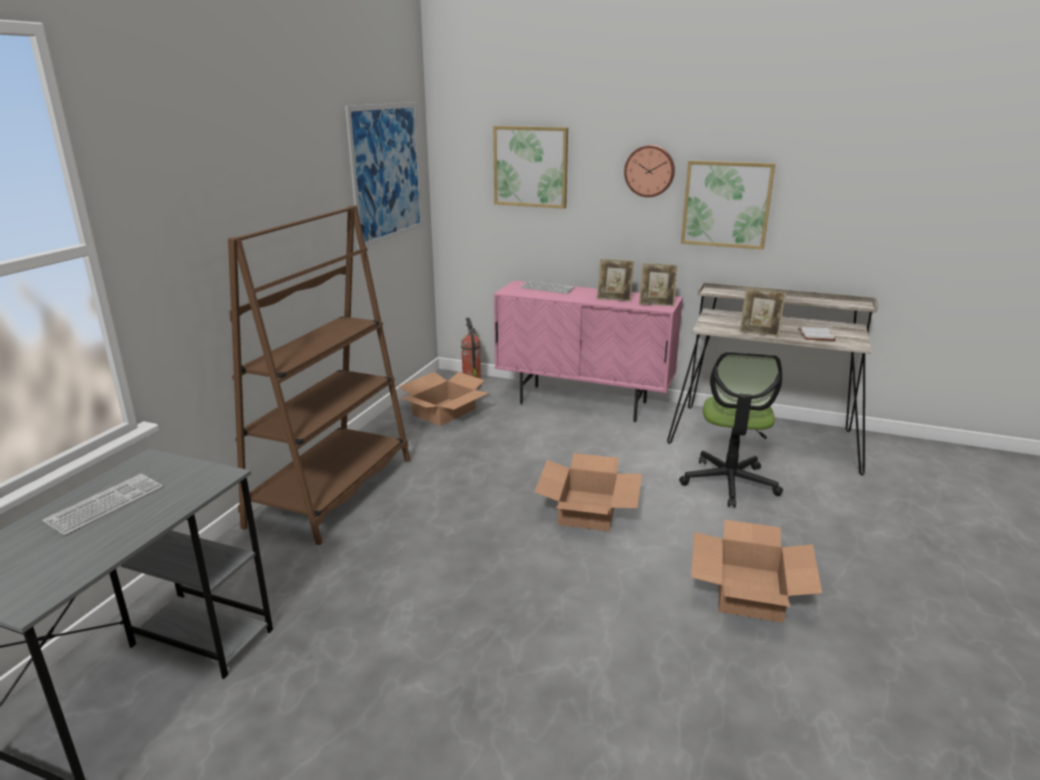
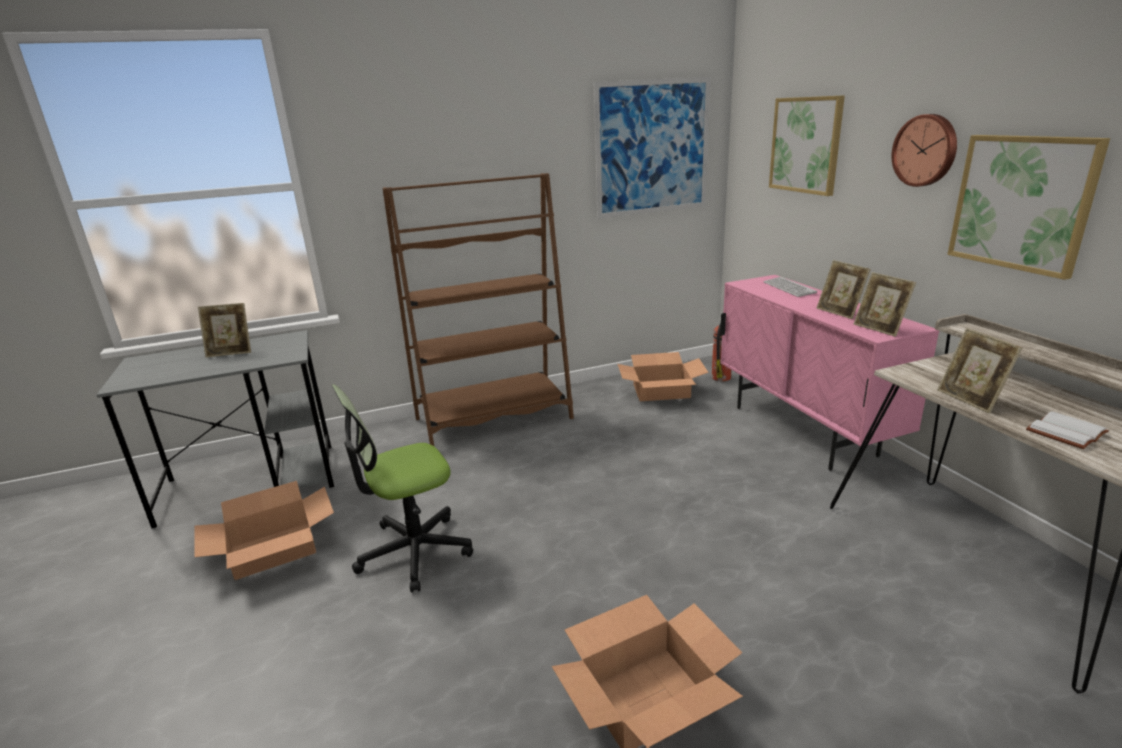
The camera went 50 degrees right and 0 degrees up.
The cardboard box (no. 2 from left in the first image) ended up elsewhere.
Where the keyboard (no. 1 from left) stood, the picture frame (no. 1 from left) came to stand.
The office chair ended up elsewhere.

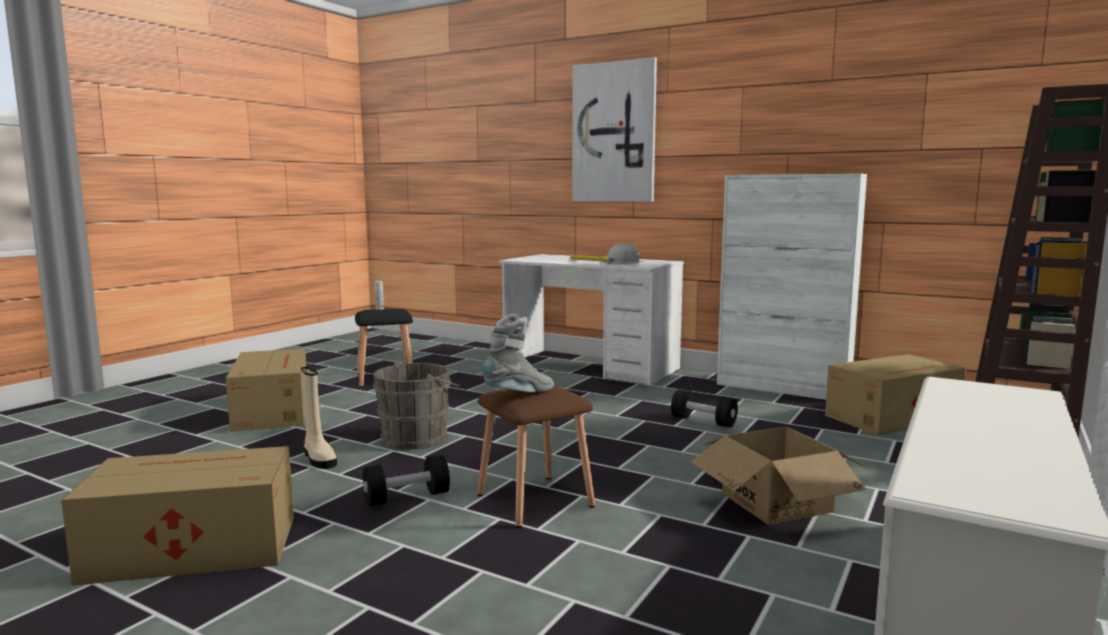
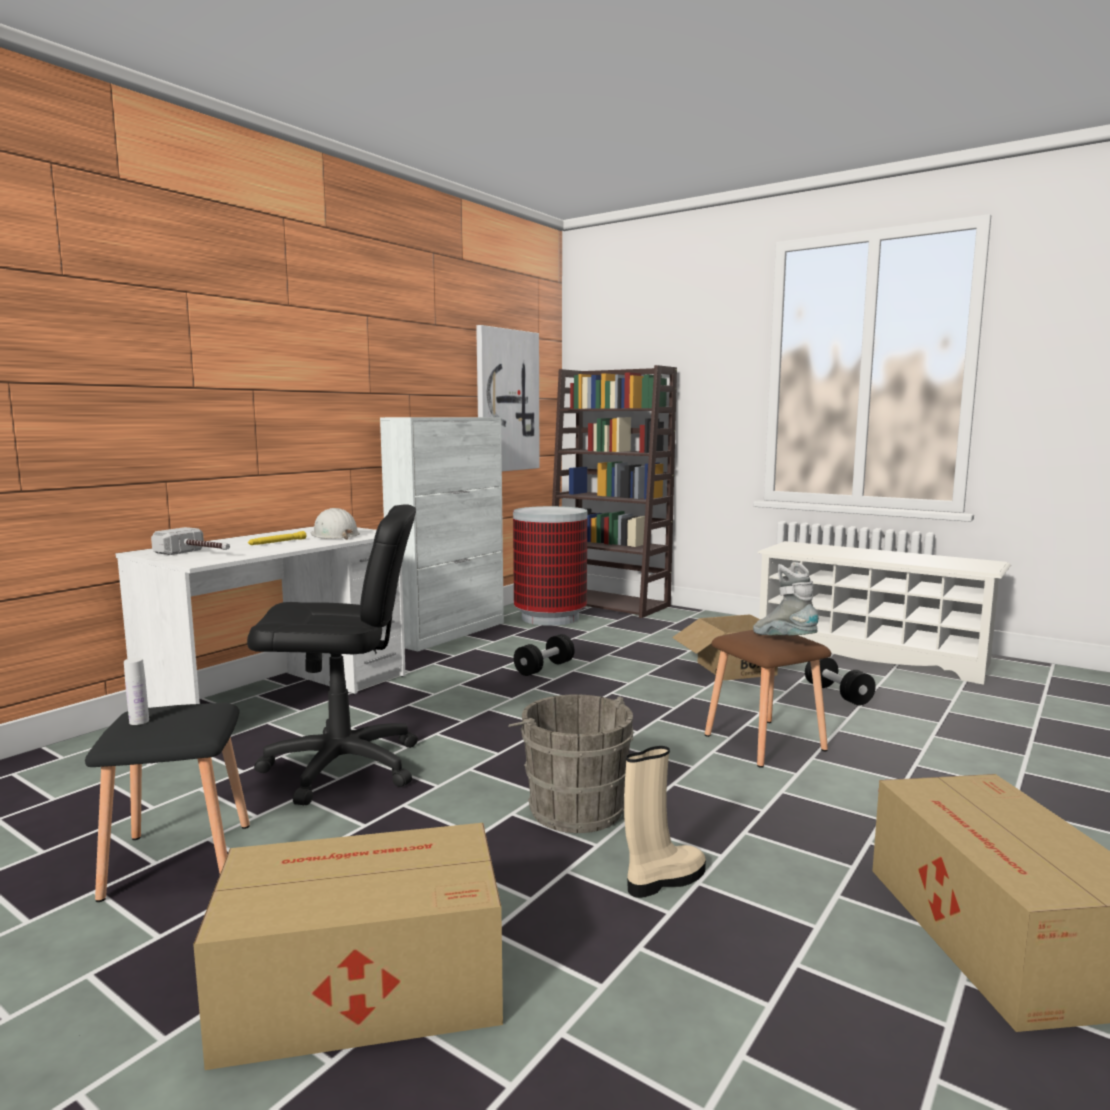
The camera went 85 degrees left and 0 degrees up.
The second view gained the hammer.
The second view gained the black office chair.
The picture ended up elsewhere.
Where the cardboard box (no. 4 from left) stood, the trash can came to stand.
The black dumbbell (no. 1 from left in the first image) ended up elsewhere.

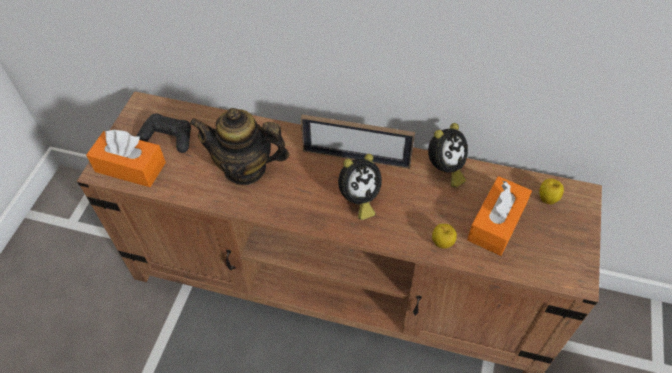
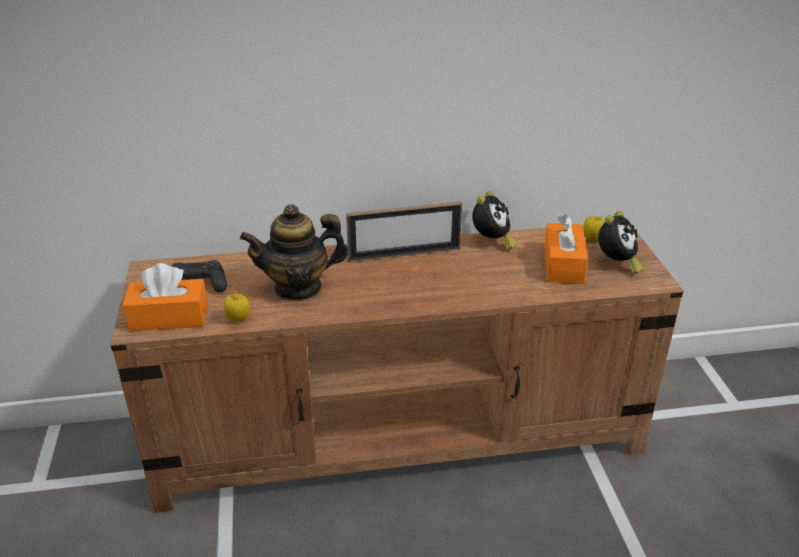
The camera went 25 degrees left and 20 degrees down.
The apple (no. 1 from left) ended up elsewhere.
The alarm clock (no. 1 from left in the first image) ended up elsewhere.

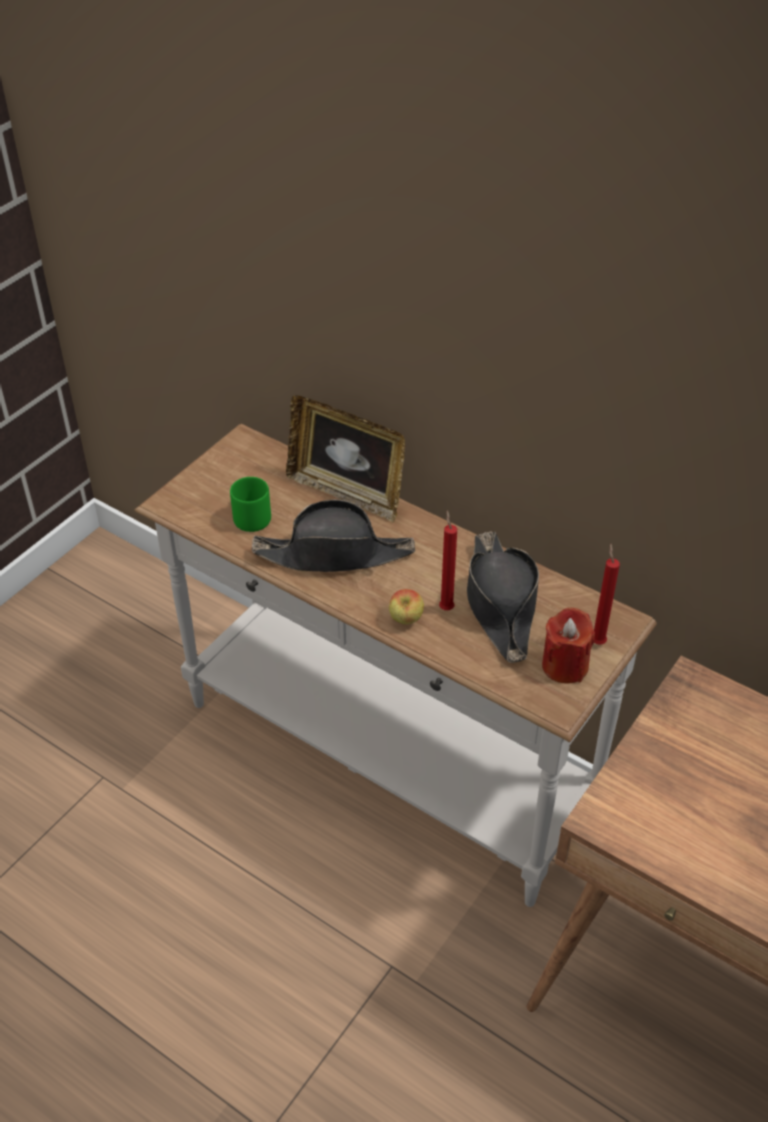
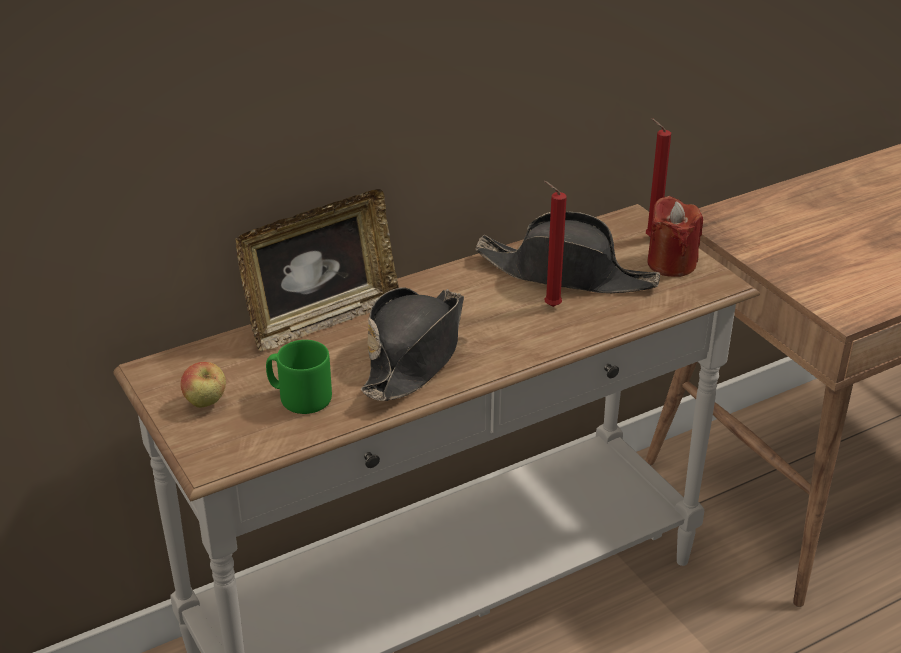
The camera went 65 degrees left and 10 degrees down.
The apple ended up elsewhere.

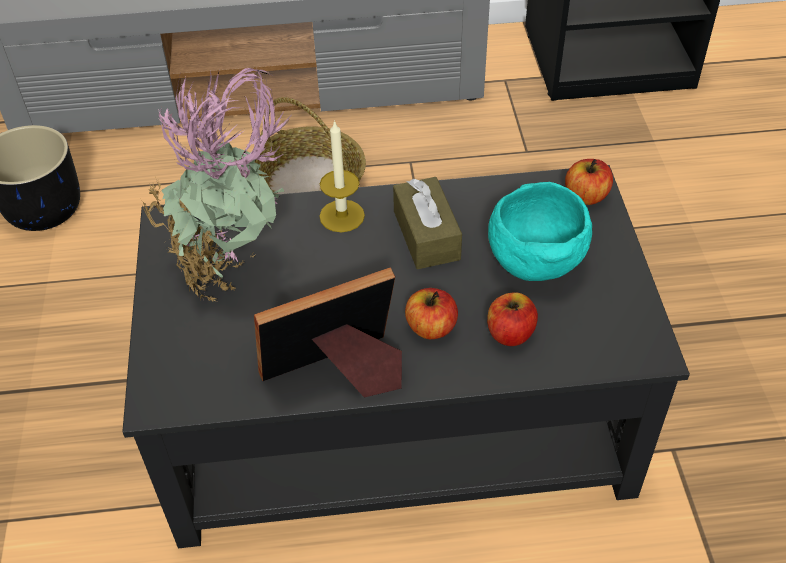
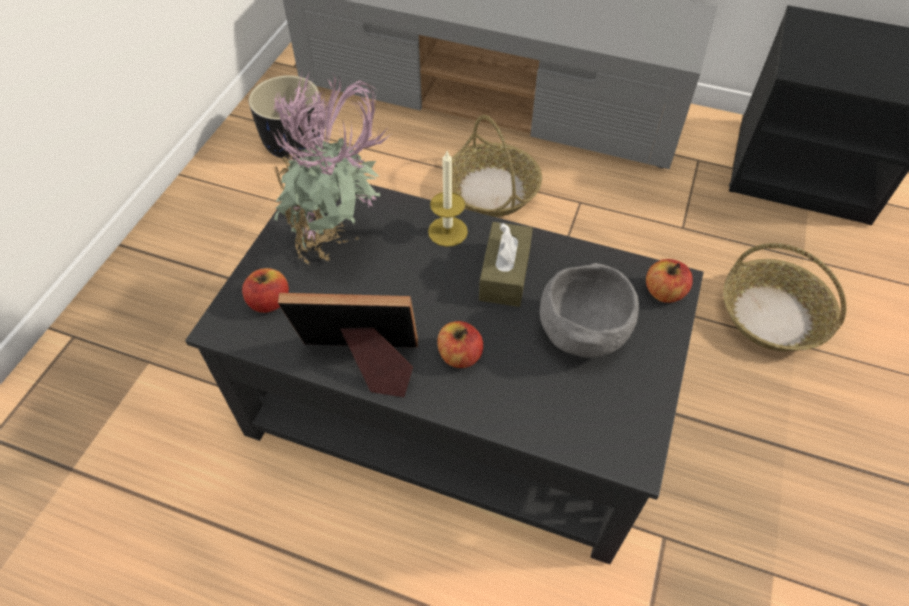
The camera went 25 degrees right and 5 degrees up.
The apple (no. 2 from left in the first image) ended up elsewhere.
What was the turquoise bowl turned into the grey bowl.
The second view gained the basket (no. 2 from left).

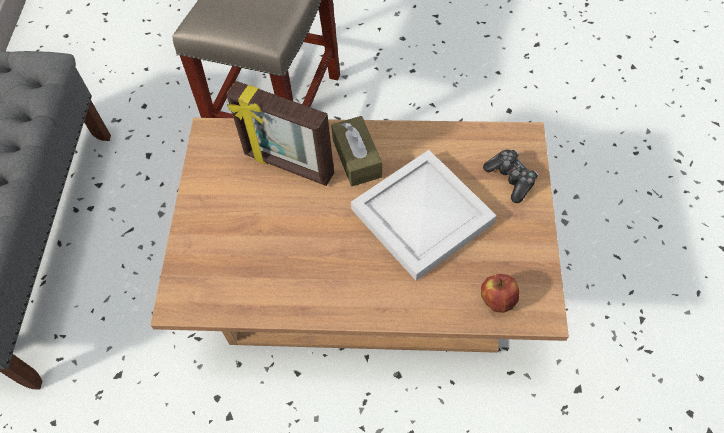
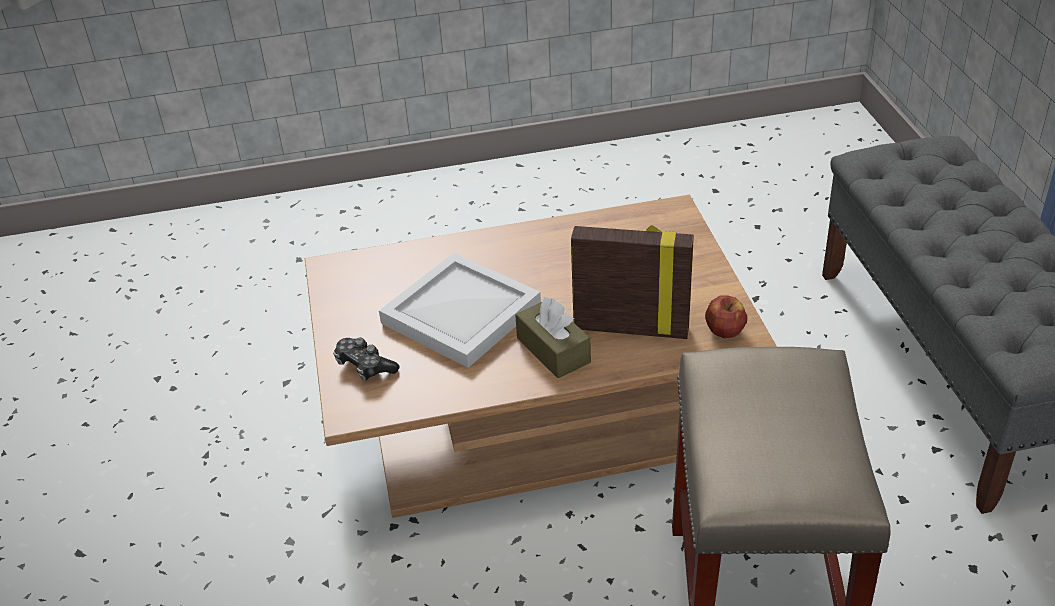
The camera went 165 degrees right and 20 degrees down.
The apple ended up elsewhere.

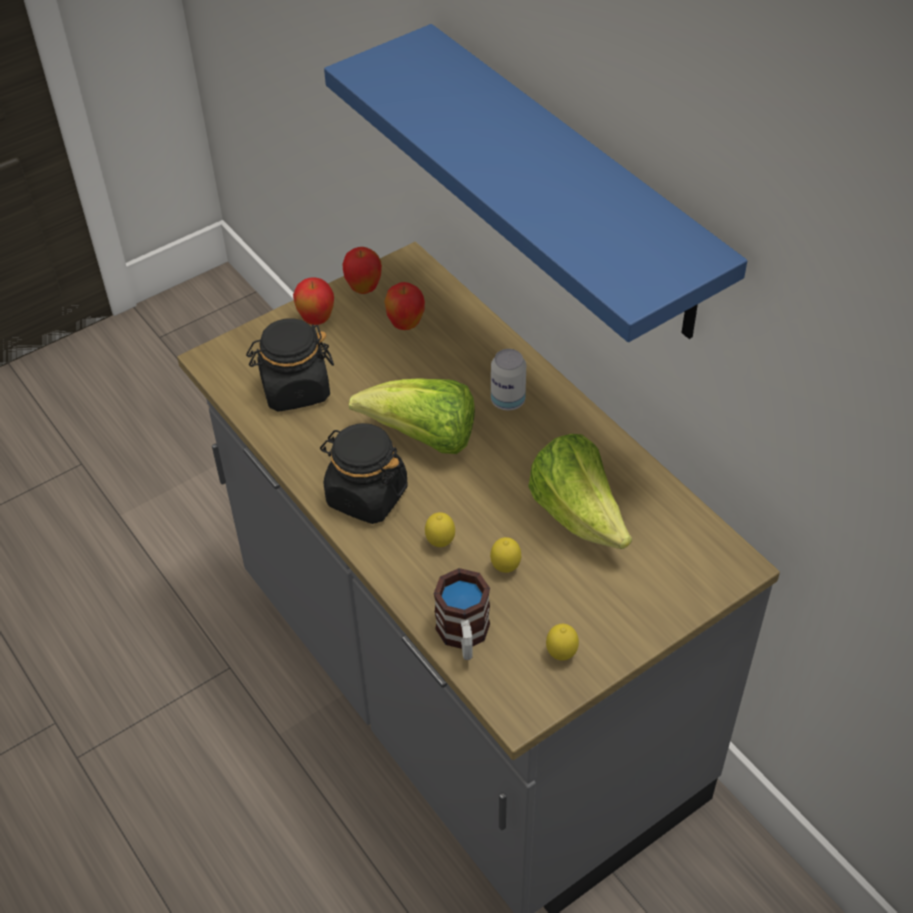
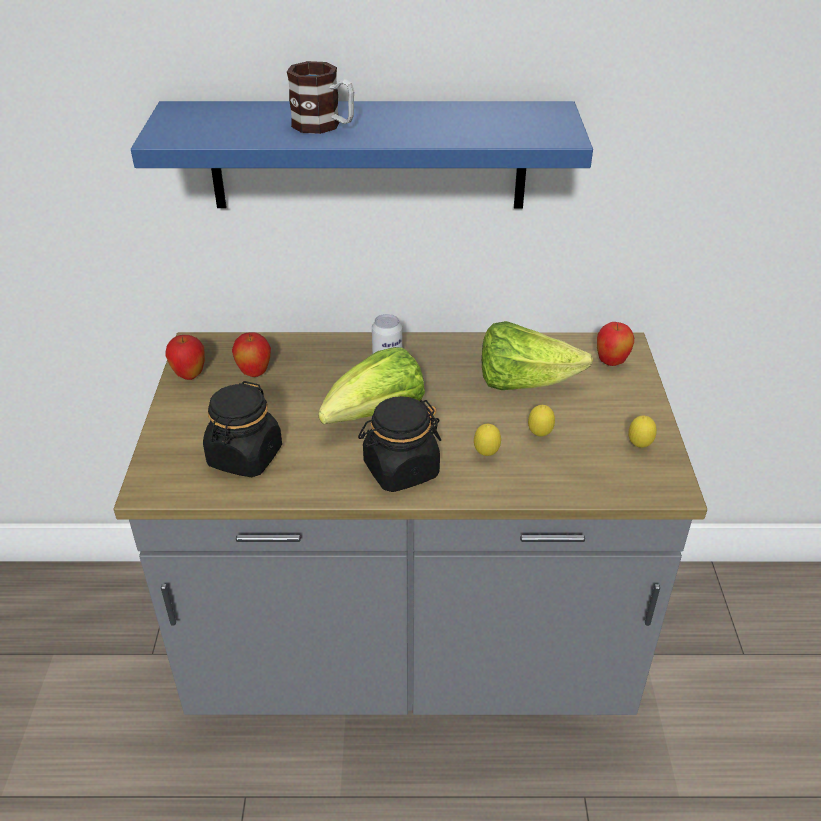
The camera went 55 degrees left and 10 degrees down.
The mug ended up elsewhere.
The apple (no. 1 from left in the first image) ended up elsewhere.

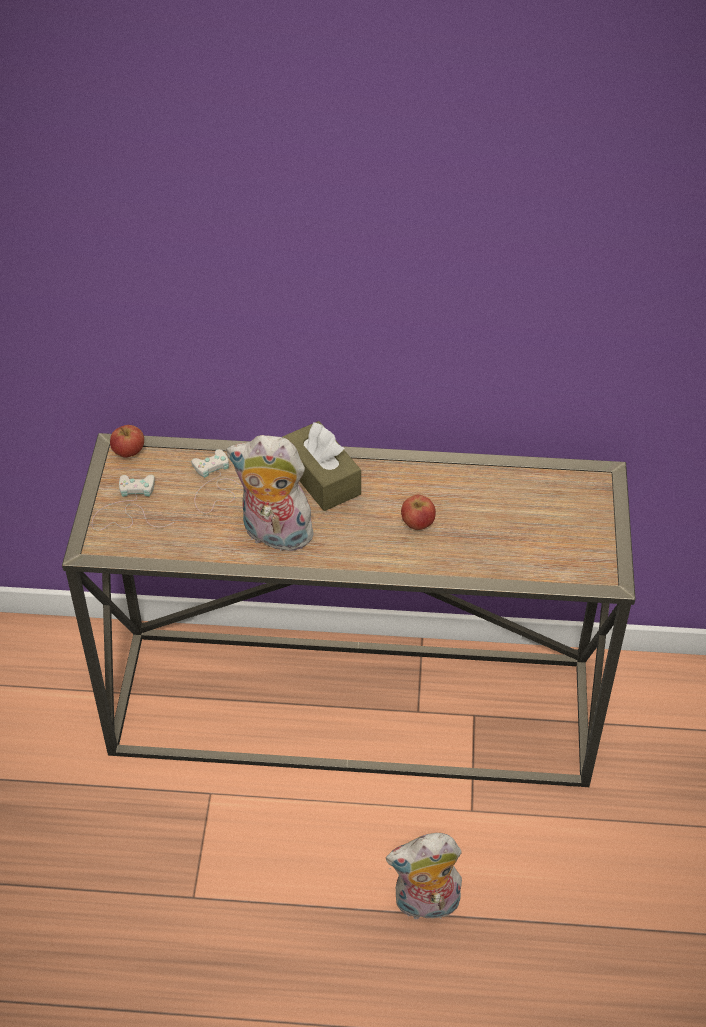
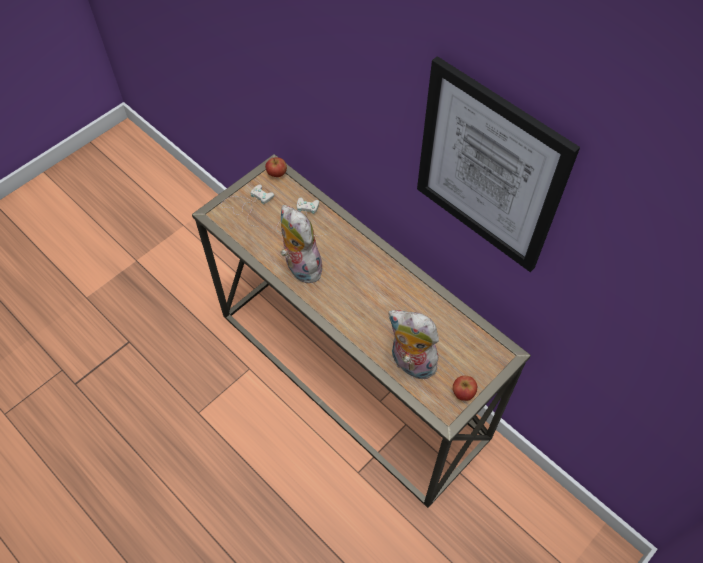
The camera went 40 degrees right and 10 degrees up.
The plush toy (no. 2 from left) ended up elsewhere.
The second view gained the picture.
The apple (no. 2 from left) ended up elsewhere.
The second view lost the brown tissue box.

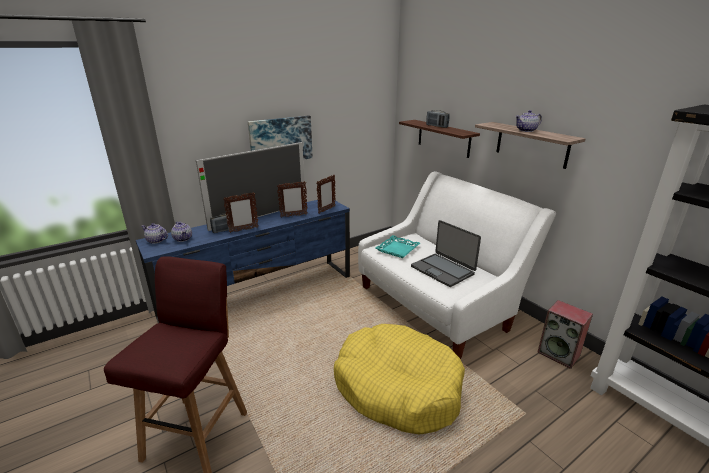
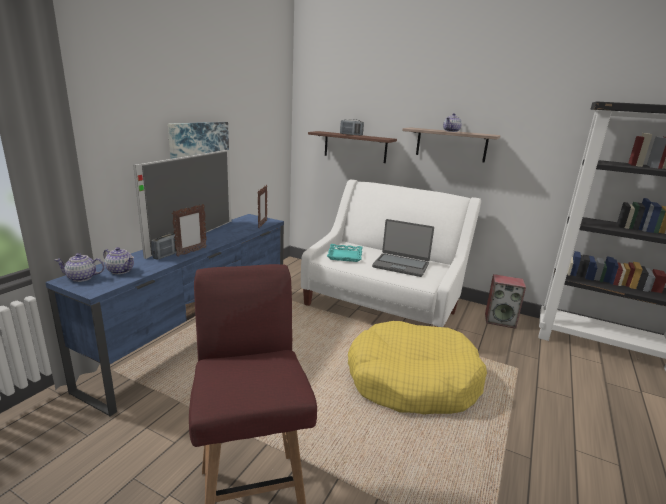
The camera went 30 degrees left and 5 degrees down.
The second view lost the picture frame (no. 2 from left).

